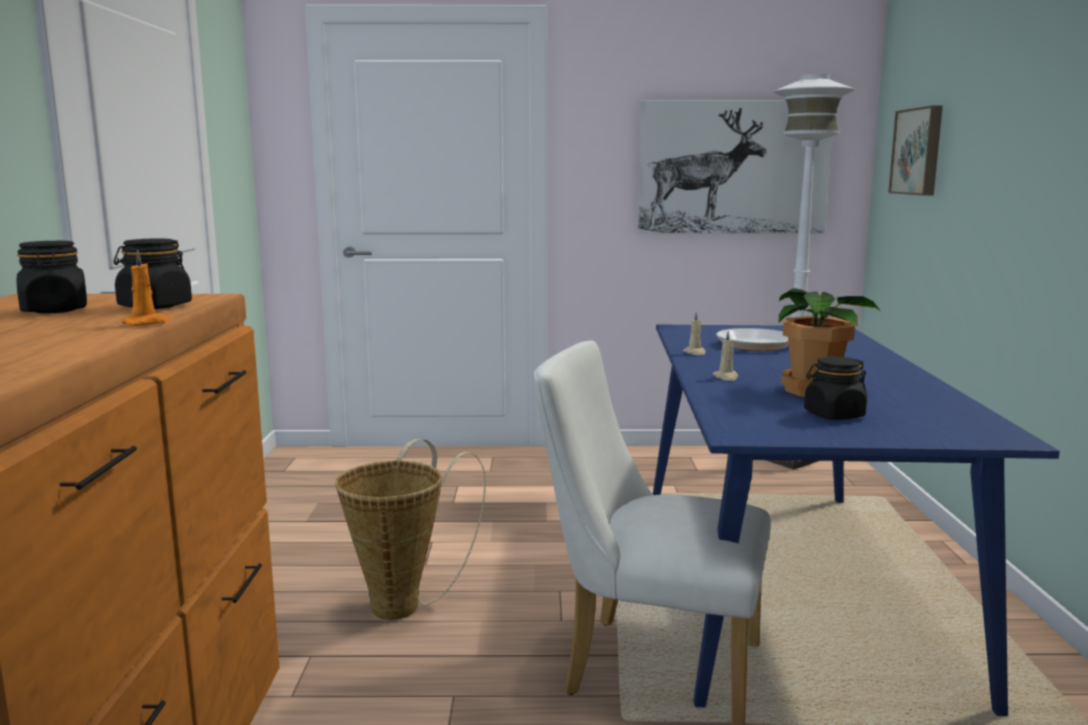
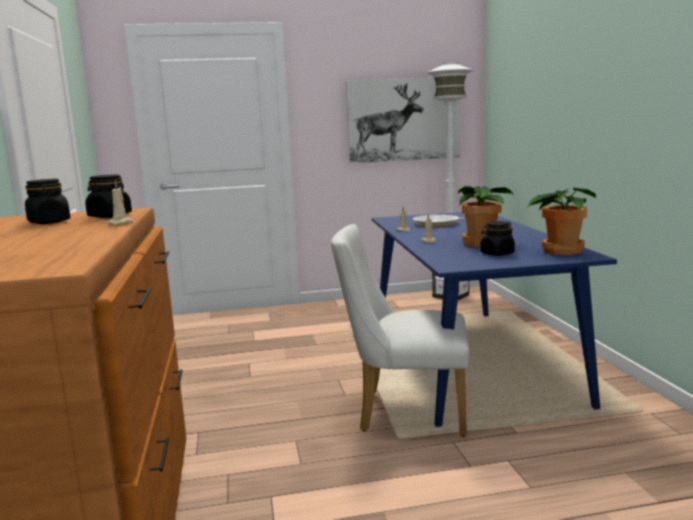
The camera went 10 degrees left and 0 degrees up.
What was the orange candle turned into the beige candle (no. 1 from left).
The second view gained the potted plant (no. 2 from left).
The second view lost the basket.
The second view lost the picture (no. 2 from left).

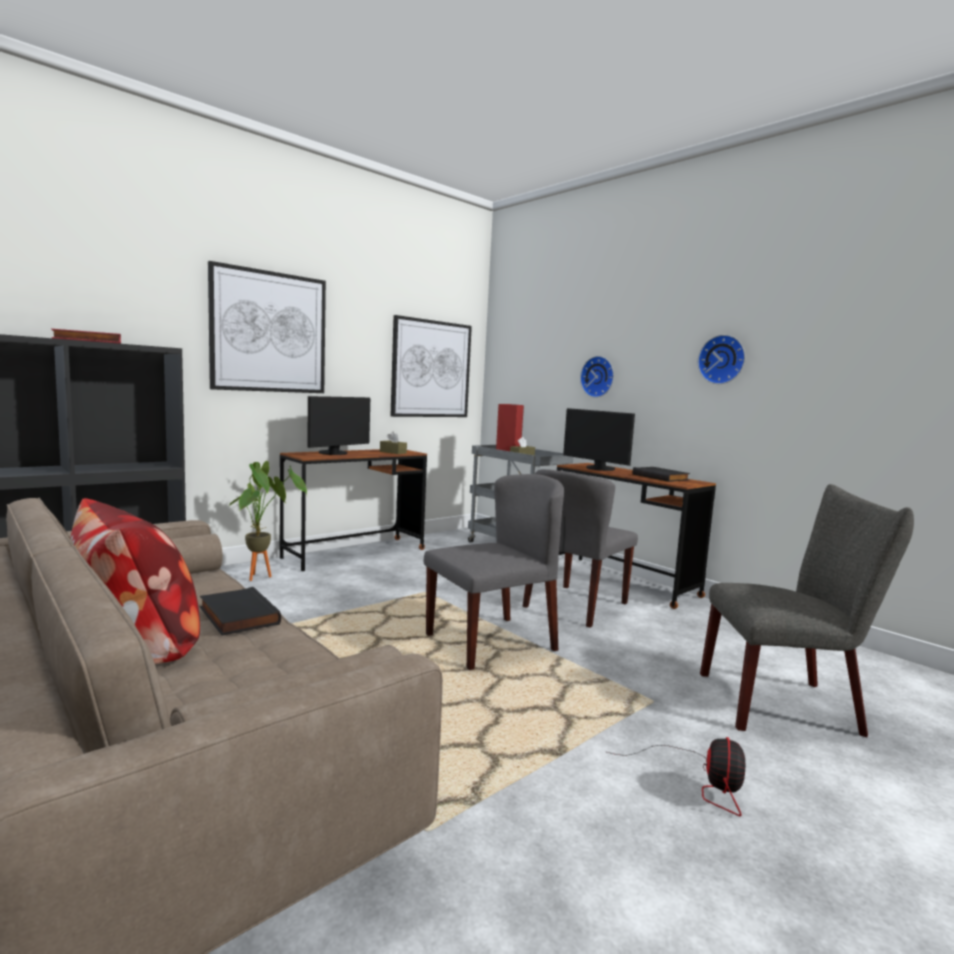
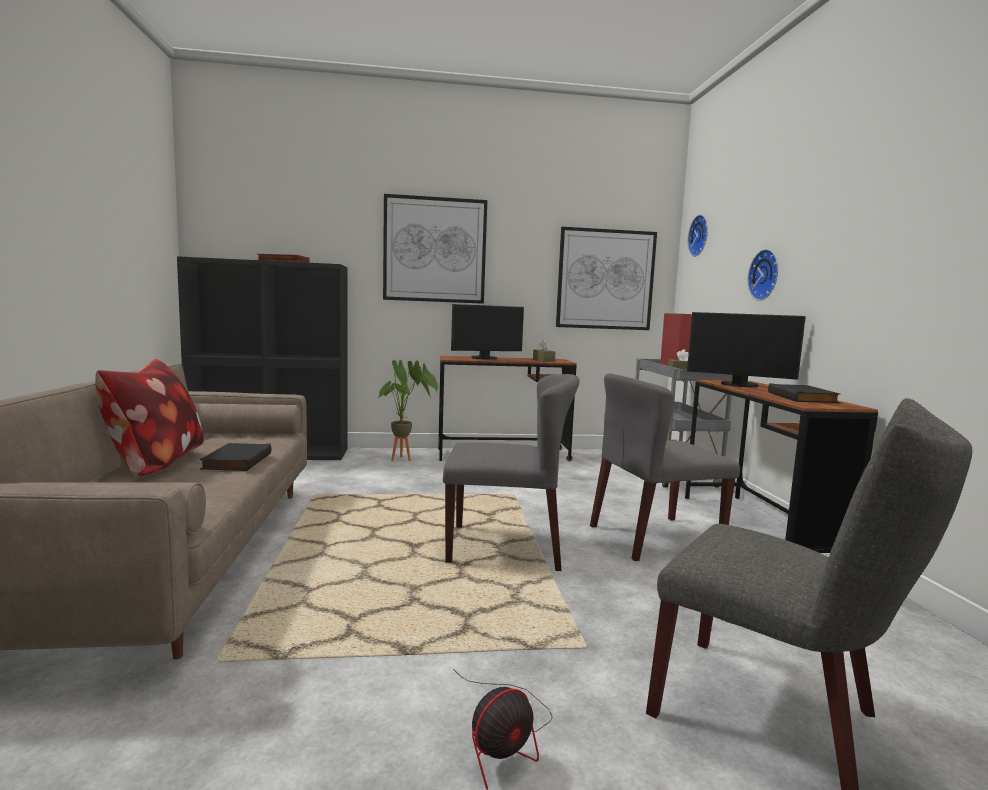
The camera went 35 degrees right and 0 degrees up.
The monitor (no. 2 from left) ended up facing another way, 60 degrees counterclockwise from before.
The wall clock (no. 2 from left in the first image) ended up elsewhere.

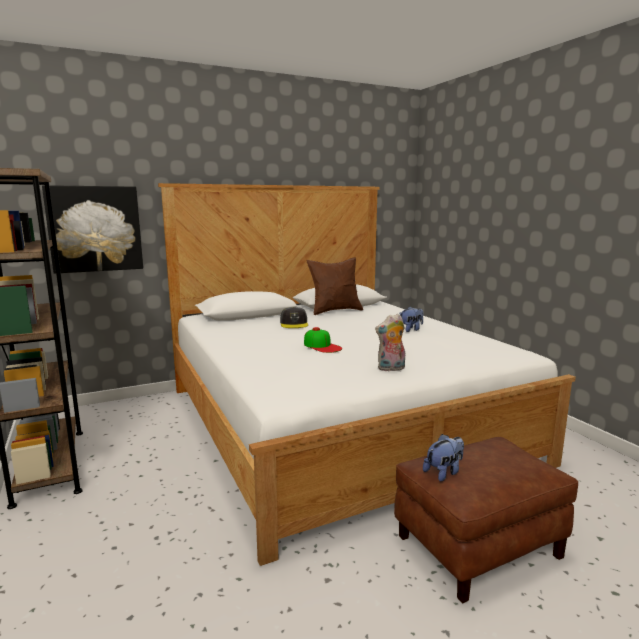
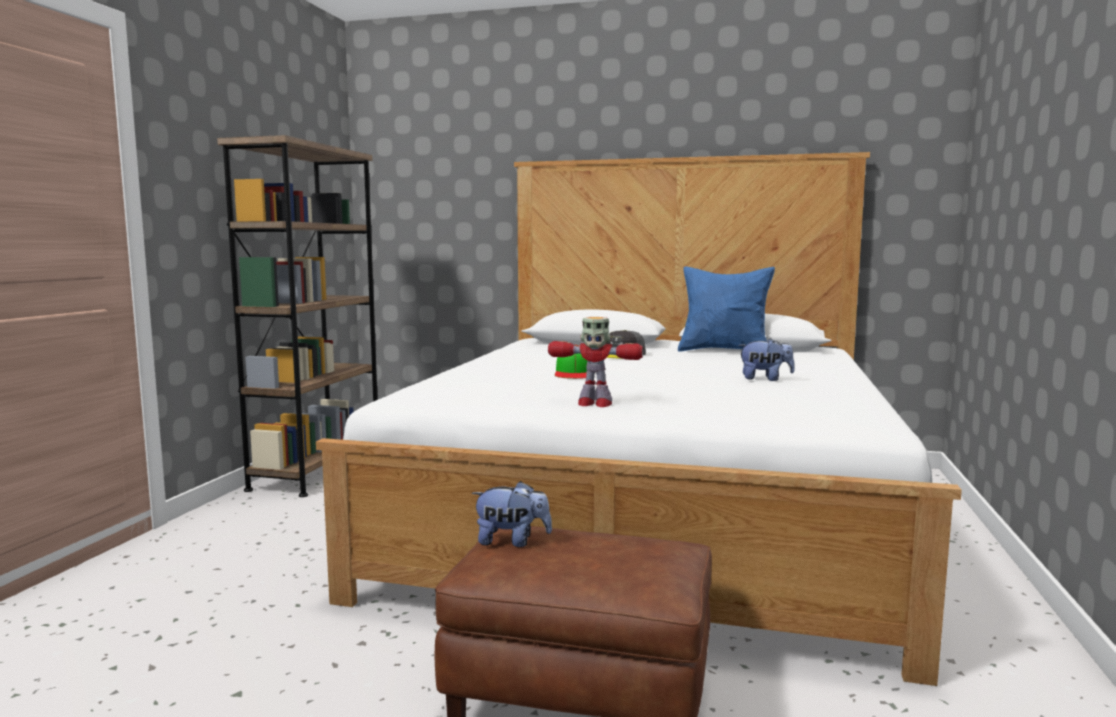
The camera went 40 degrees right and 5 degrees down.
Where the plush toy (no. 1 from left) stood, the toy robot came to stand.
What was the brown pillow turned into the blue pillow.
The second view lost the picture.

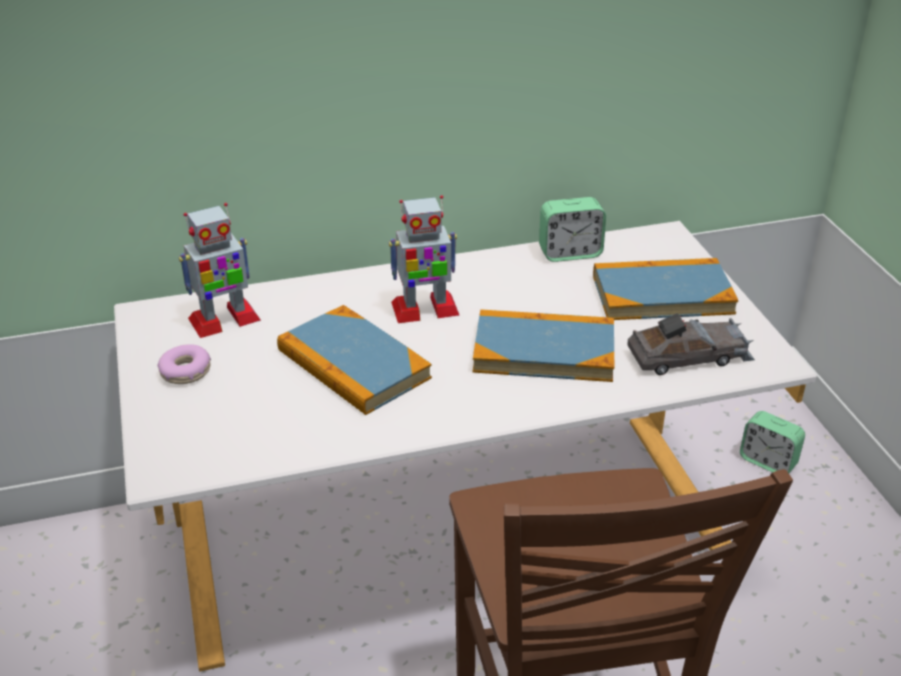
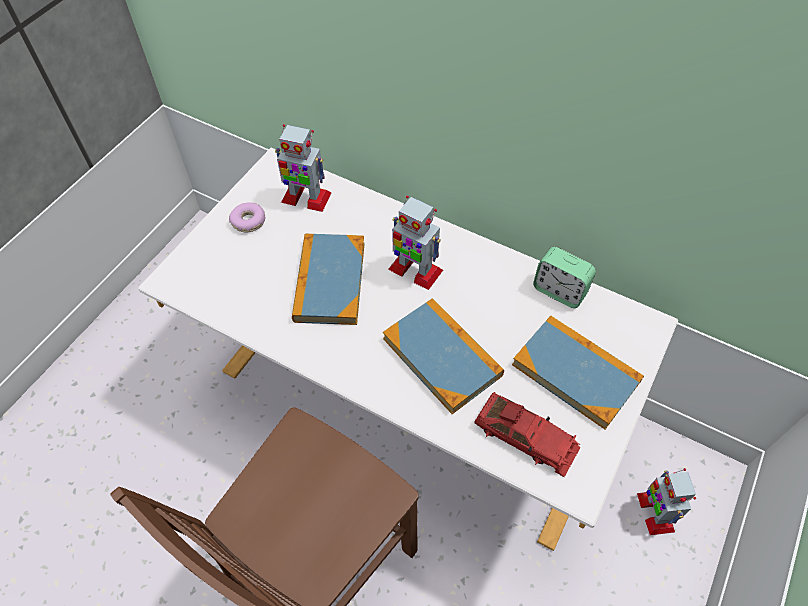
The camera went 45 degrees right and 20 degrees up.
What was the grey toy car turned into the red toy car.
Where the alarm clock (no. 2 from left) stood, the toy robot (no. 3 from left) came to stand.

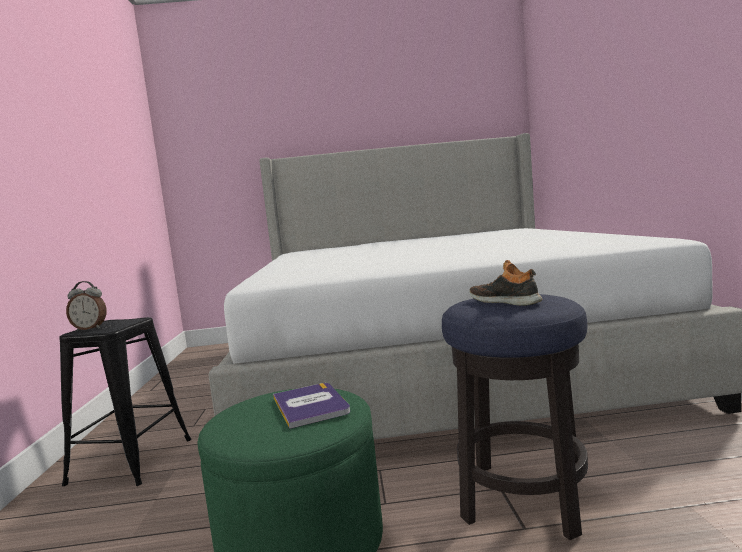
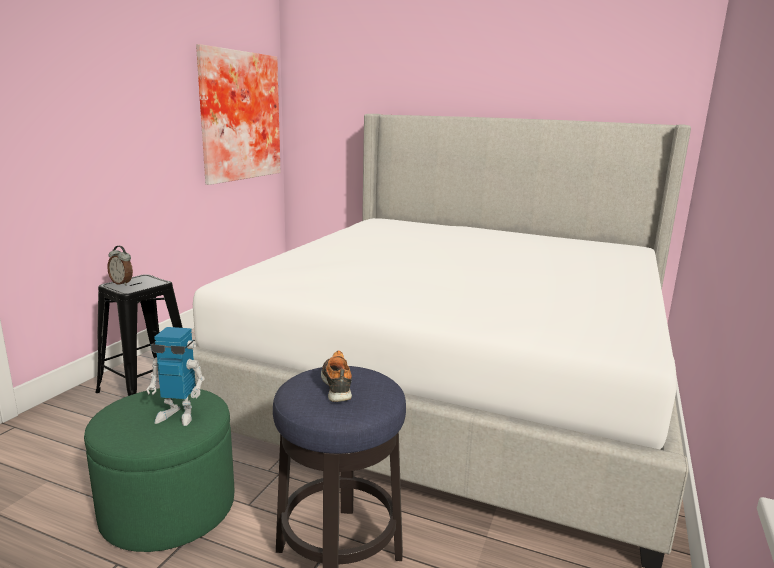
The camera went 25 degrees right and 10 degrees up.
Where the book stood, the toy robot came to stand.
The second view gained the picture.

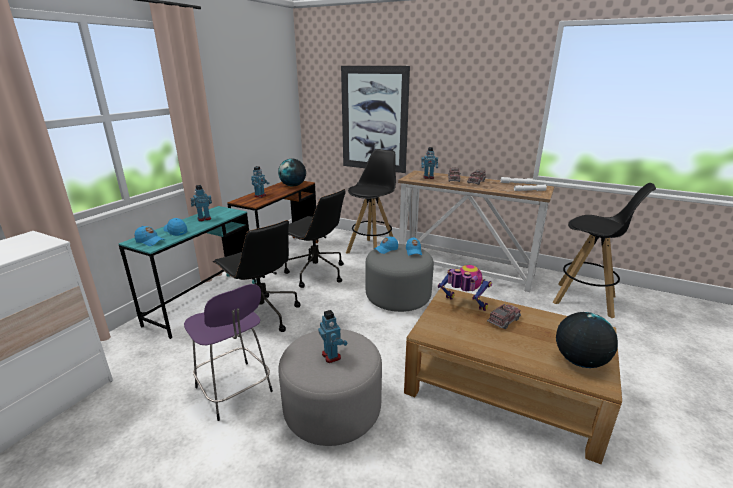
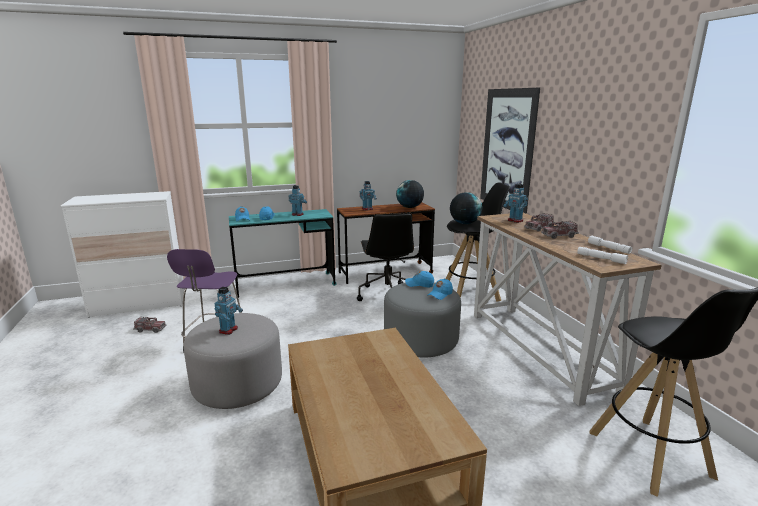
The camera went 45 degrees right and 5 degrees down.
The toy truck (no. 3 from left in the first image) ended up elsewhere.
The globe (no. 2 from left) ended up elsewhere.
The second view lost the black office chair (no. 1 from left).
The second view lost the toy robot (no. 5 from left).

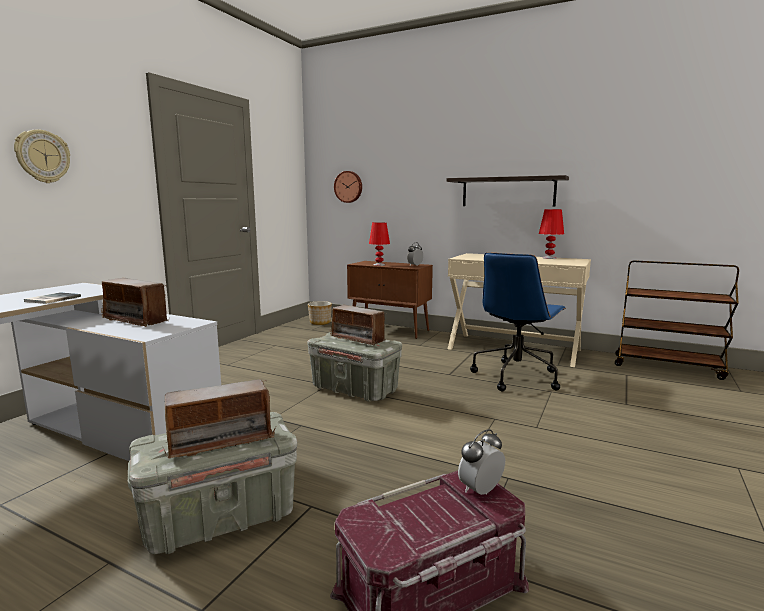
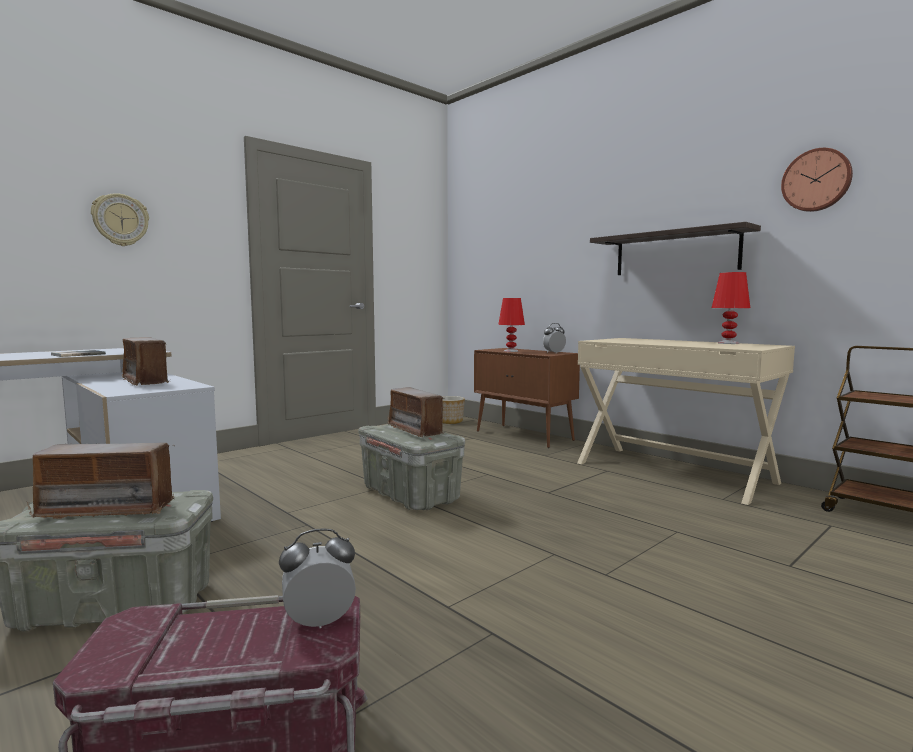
The camera went 20 degrees right and 5 degrees down.
The wall clock (no. 2 from left) ended up elsewhere.
The second view lost the blue office chair.

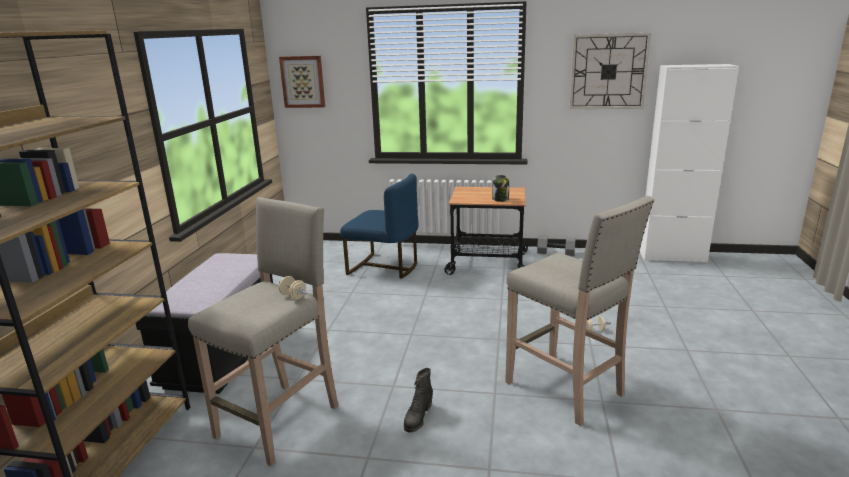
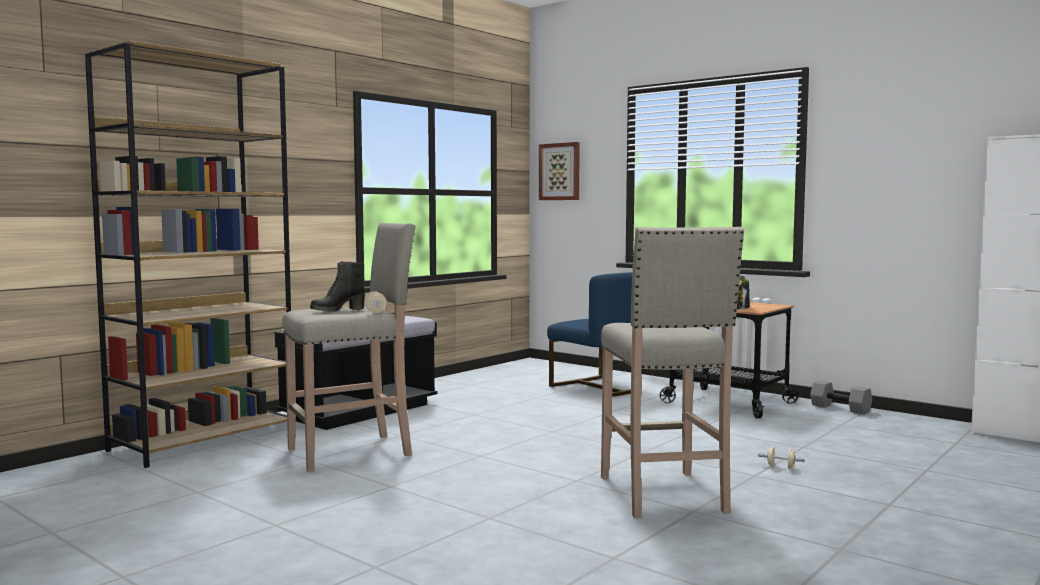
The camera went 30 degrees right and 15 degrees down.
The black boot ended up elsewhere.
The second view lost the wall clock.

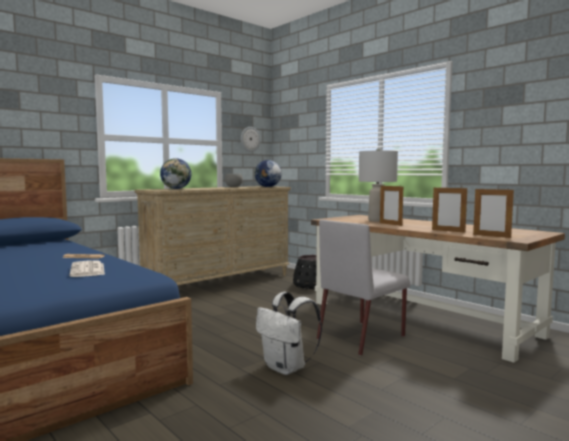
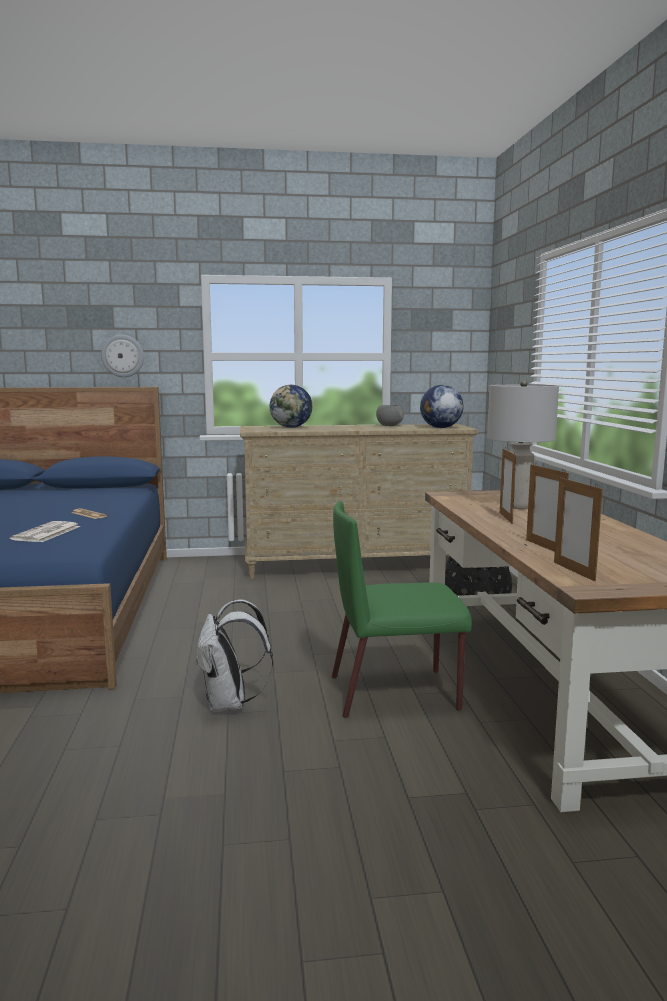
The camera went 35 degrees right and 5 degrees up.
The wall clock ended up elsewhere.
What was the grey chair turned into the green chair.

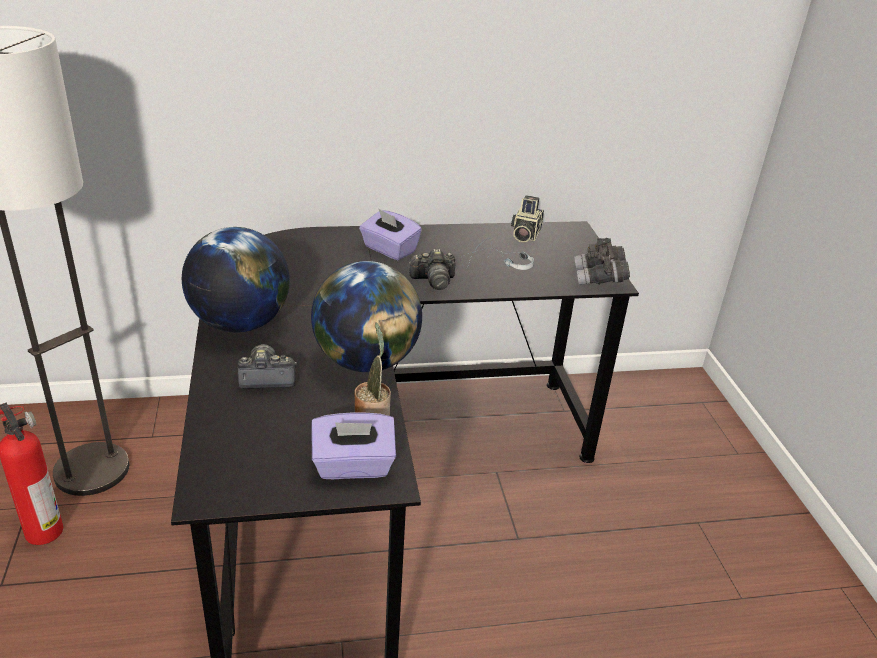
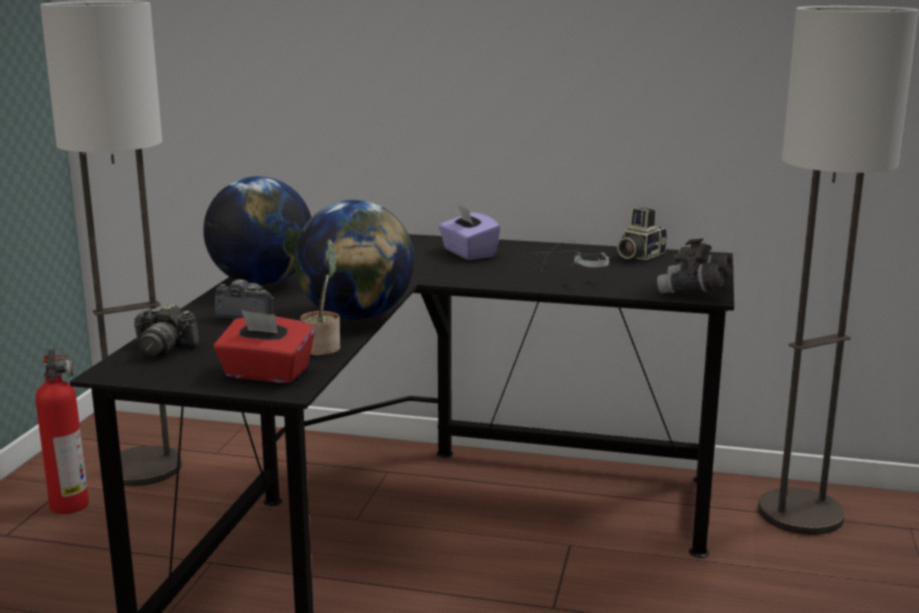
The camera went 25 degrees right and 15 degrees down.
The photo camera (no. 2 from left in the first image) ended up elsewhere.
What was the purple tissue box (no. 1 from left) turned into the red tissue box.
The second view gained the floor lamp (no. 2 from left).

